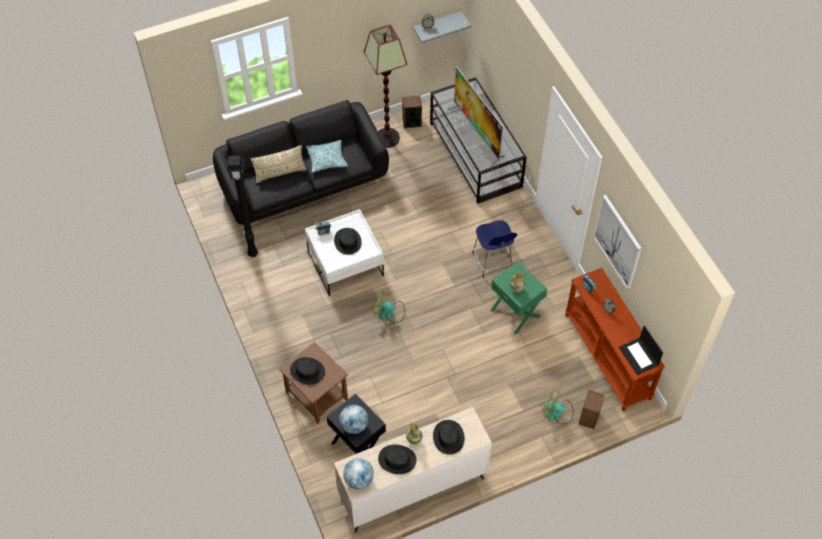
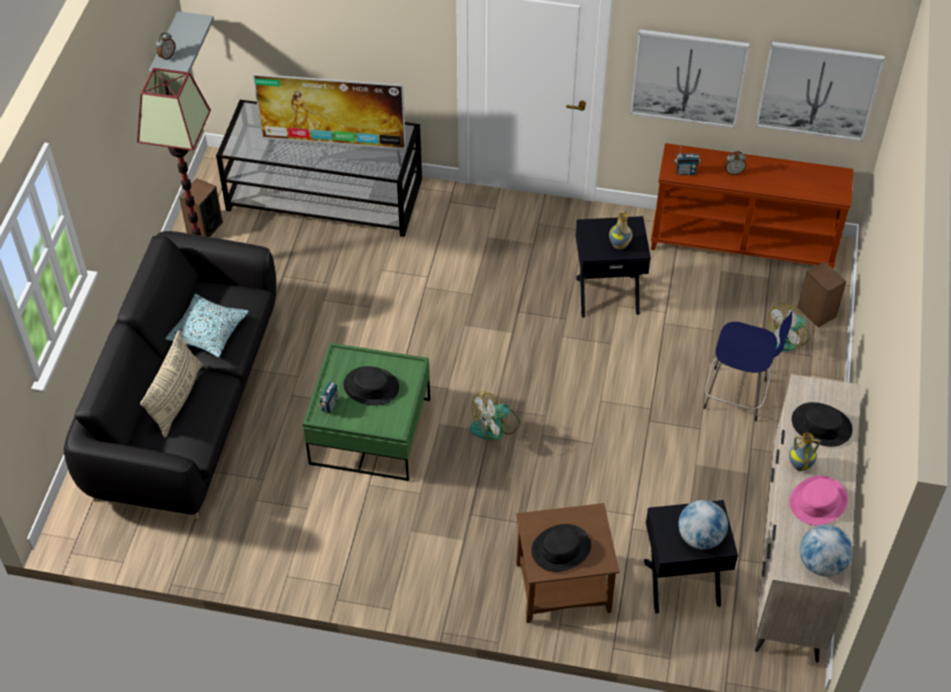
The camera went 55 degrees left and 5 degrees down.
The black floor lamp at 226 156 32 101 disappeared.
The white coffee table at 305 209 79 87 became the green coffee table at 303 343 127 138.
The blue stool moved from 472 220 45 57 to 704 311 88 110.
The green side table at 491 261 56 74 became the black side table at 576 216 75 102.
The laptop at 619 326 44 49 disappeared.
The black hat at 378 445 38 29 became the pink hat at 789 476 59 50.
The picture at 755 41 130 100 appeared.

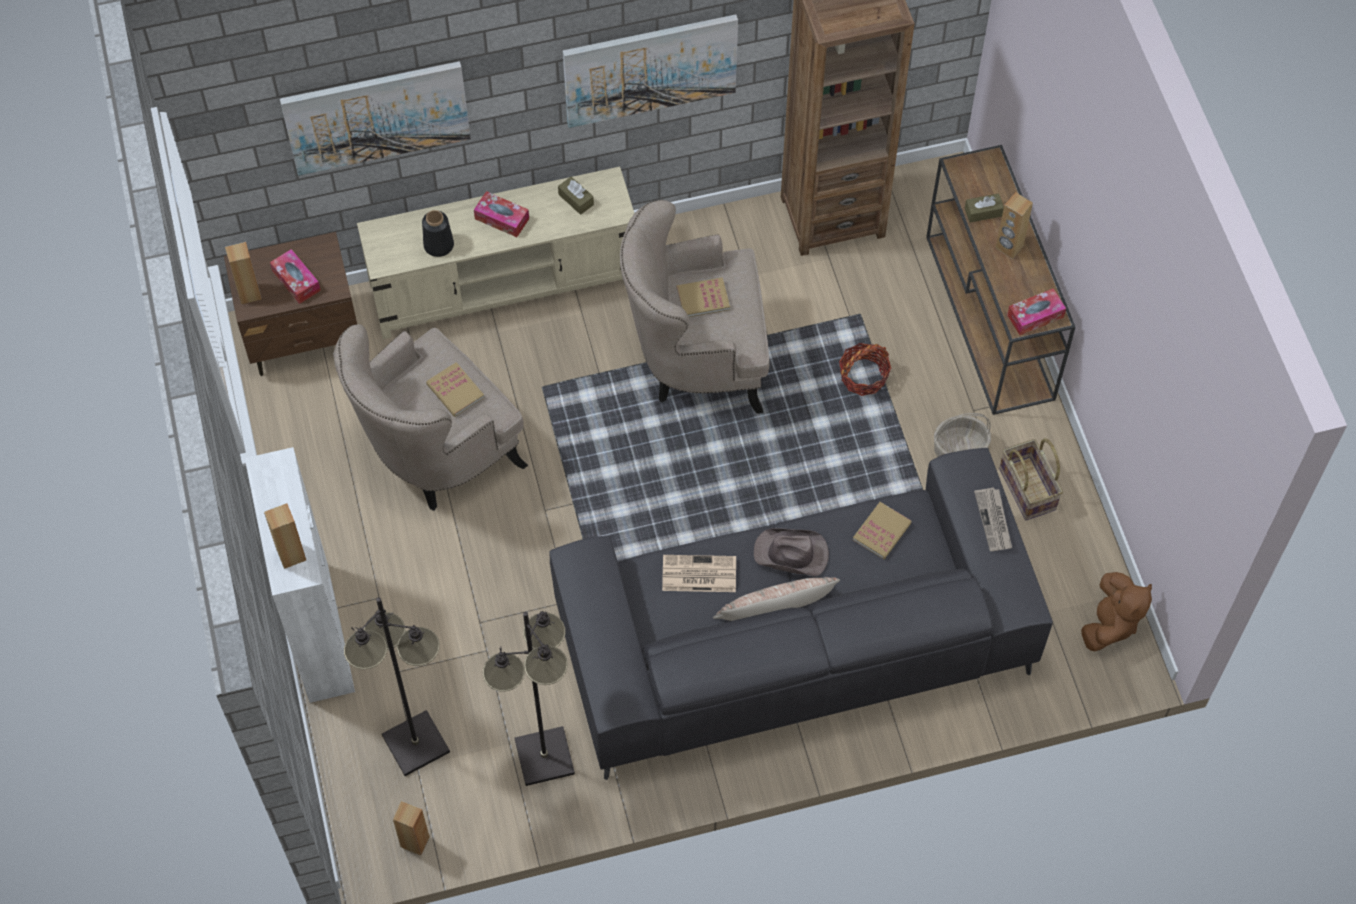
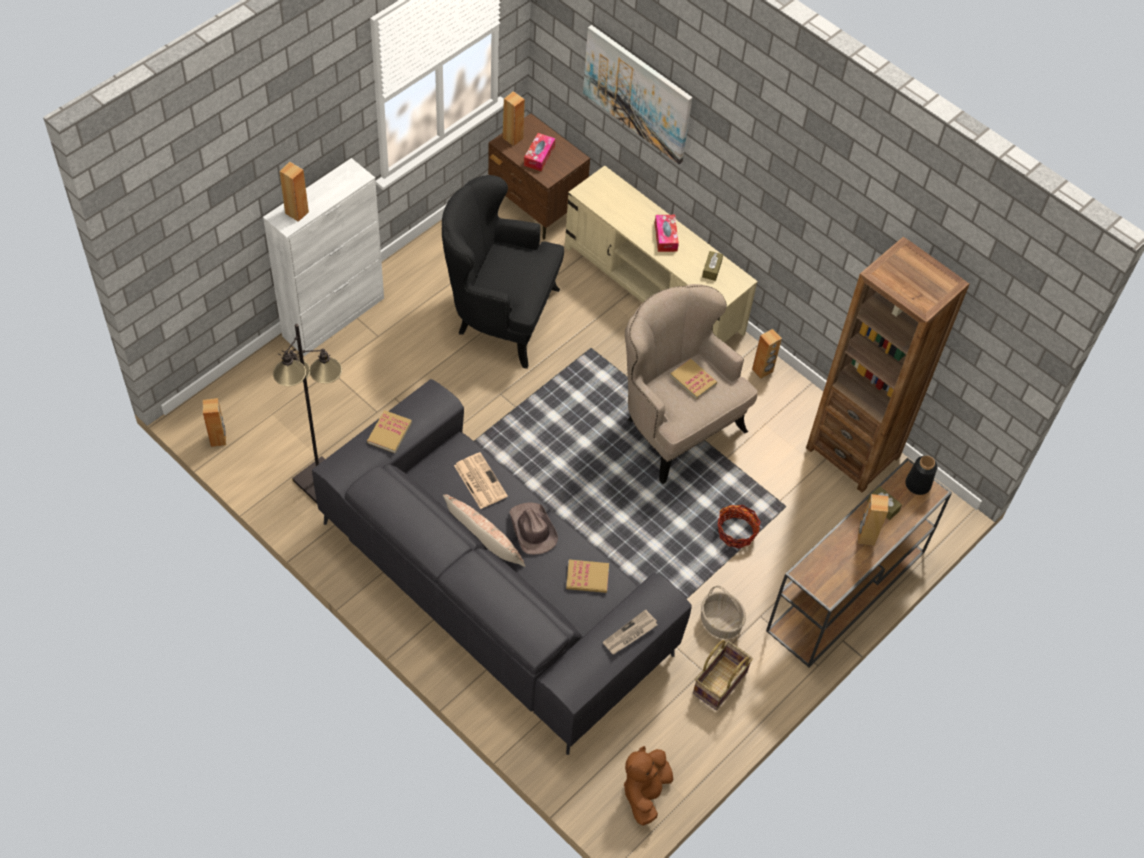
The camera went 55 degrees right and 5 degrees down.
The picture at 563 14 175 114 disappeared.
The black vase moved from 422 210 32 47 to 905 456 32 39.
The tissue box at 1007 288 59 47 disappeared.
The beige armchair at 333 324 195 187 became the black armchair at 442 175 122 194.
The book moved from 426 362 58 55 to 367 411 45 42.
The brown plush toy at 1081 572 71 79 turned 120 degrees clockwise.
The black floor lamp at 344 597 106 179 disappeared.
The brown speaker at 752 329 30 50 appeared.

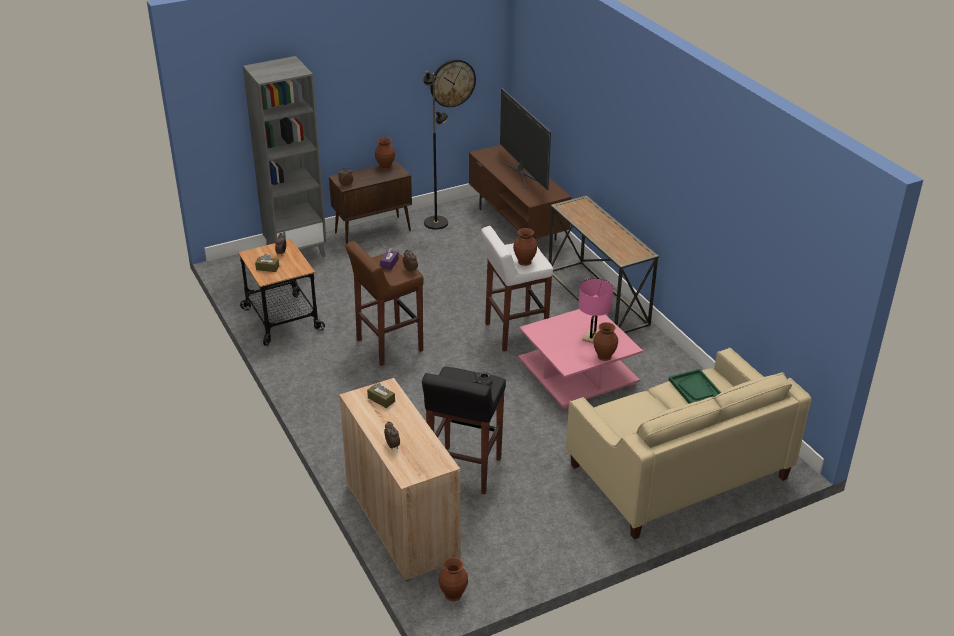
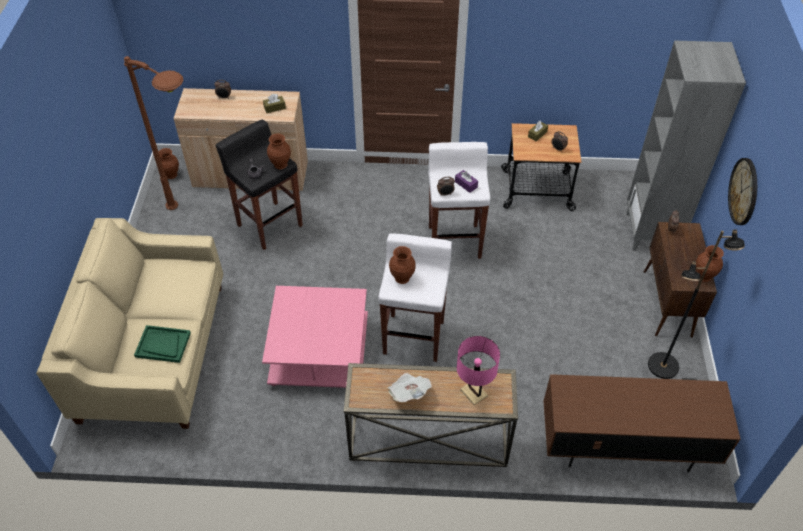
The camera went 120 degrees right and 15 degrees up.
The wall clock moved from 430 59 46 48 to 728 158 29 67.
The television at 500 88 51 102 disappeared.
The brown stool at 346 241 78 125 became the white stool at 428 142 62 117.
The pink table lamp moved from 578 278 36 65 to 457 336 43 69.
The brown vase moved from 593 322 25 39 to 267 134 24 35.
The brown floor lamp at 124 56 59 154 appeared.
The newspaper at 388 373 44 29 appeared.

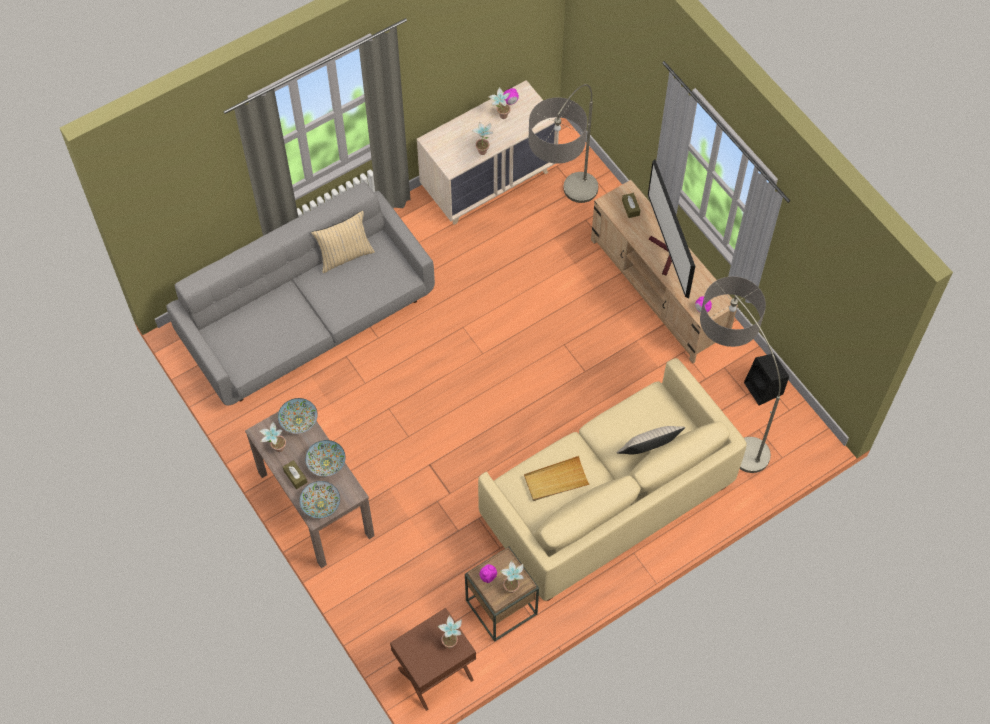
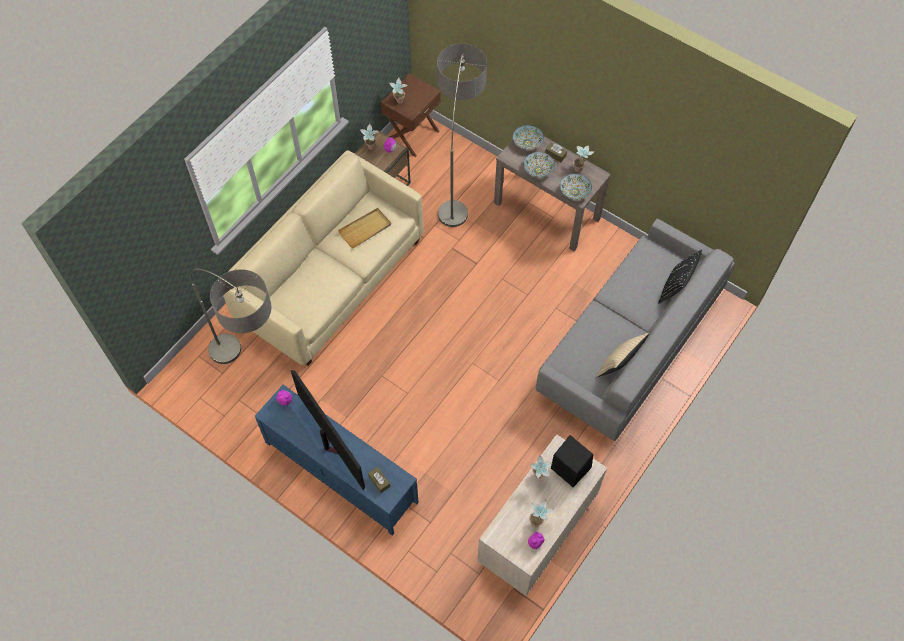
The camera went 160 degrees right and 0 degrees up.
The floor lamp moved from 529 84 69 119 to 437 44 50 183.
The beige tv stand at 591 180 147 184 became the blue tv stand at 255 385 164 151.
The black speaker moved from 744 354 45 51 to 551 435 42 52.
The beige pillow at 617 426 68 29 disappeared.
The black pillow at 658 250 44 54 appeared.

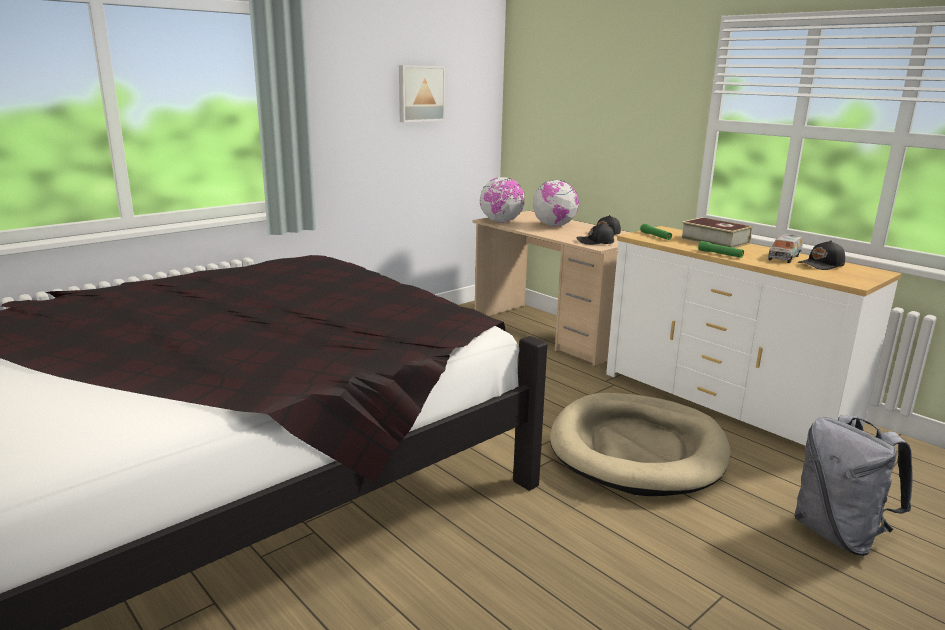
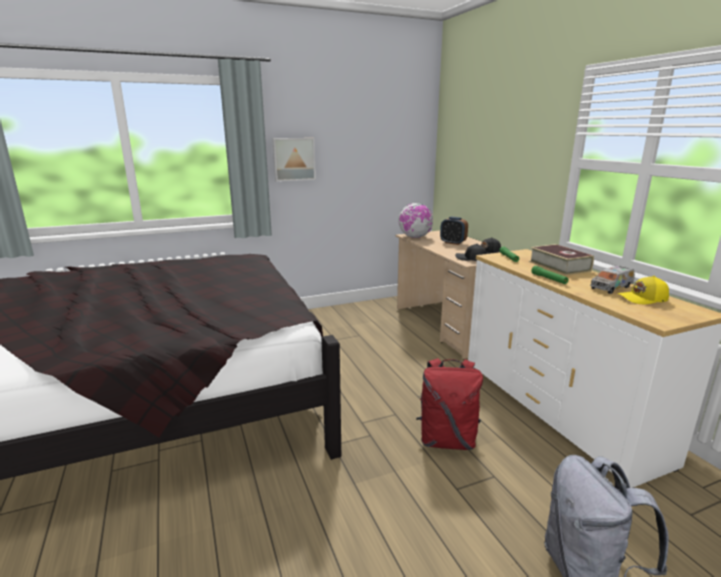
The camera went 20 degrees right and 0 degrees up.
The picture moved from 399 65 46 57 to 272 138 44 44.
The globe at 533 180 46 47 was replaced by the alarm clock at 440 217 28 28.
The black cap at 797 240 48 30 became the yellow cap at 617 276 52 28.
The beige dog bed at 550 393 181 103 was replaced by the red backpack at 416 358 67 92.

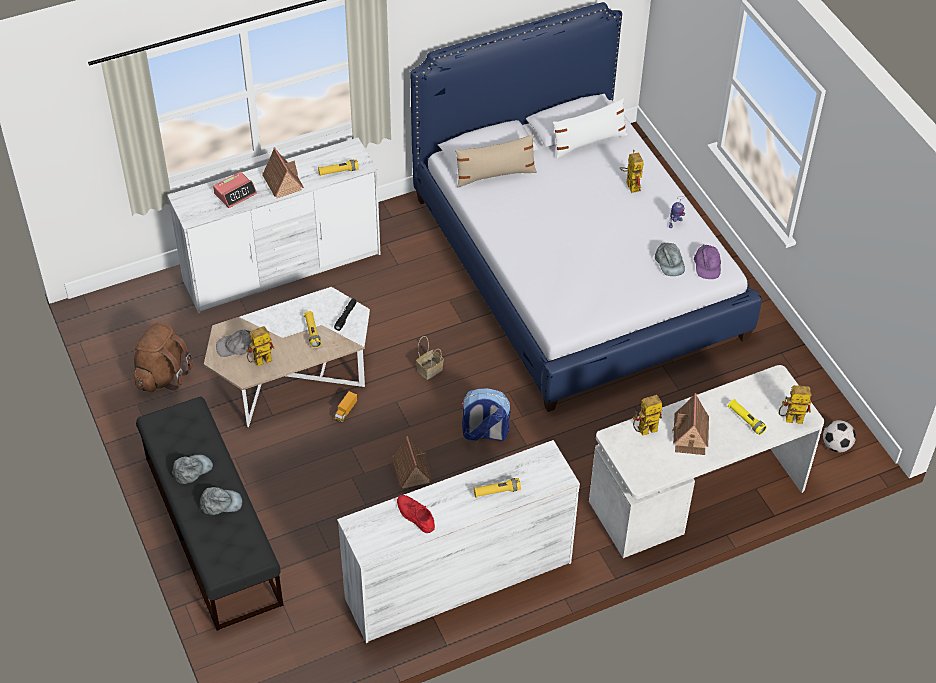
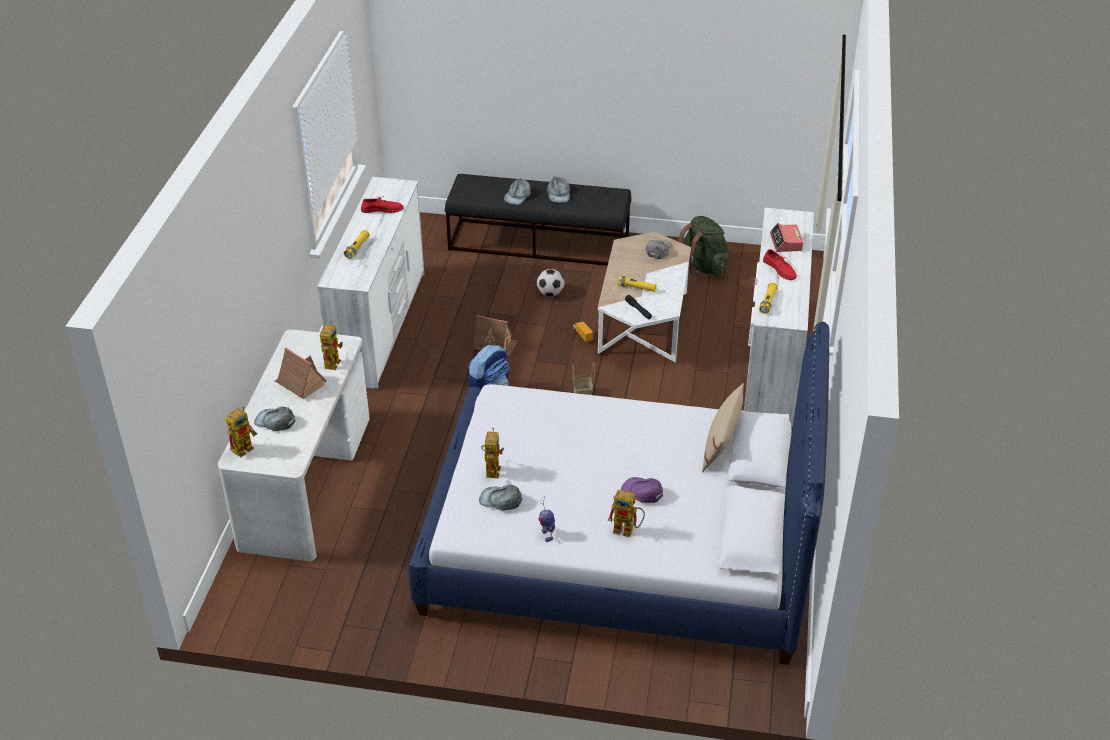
The camera went 125 degrees right and 10 degrees down.
The white pillow at 553 98 75 61 disappeared.
The toy house at 262 147 42 51 was replaced by the red shoe at 763 249 34 31.
The purple cap moved from 694 245 27 34 to 621 477 42 26.
The brown backpack at 134 322 60 70 became the green backpack at 678 216 50 60.
The toy robot moved from 246 326 28 40 to 481 428 23 50.
The yellow flashlight at 728 399 39 36 was replaced by the grey cap at 254 406 41 25.
The football moved from 823 420 33 32 to 537 269 27 28.

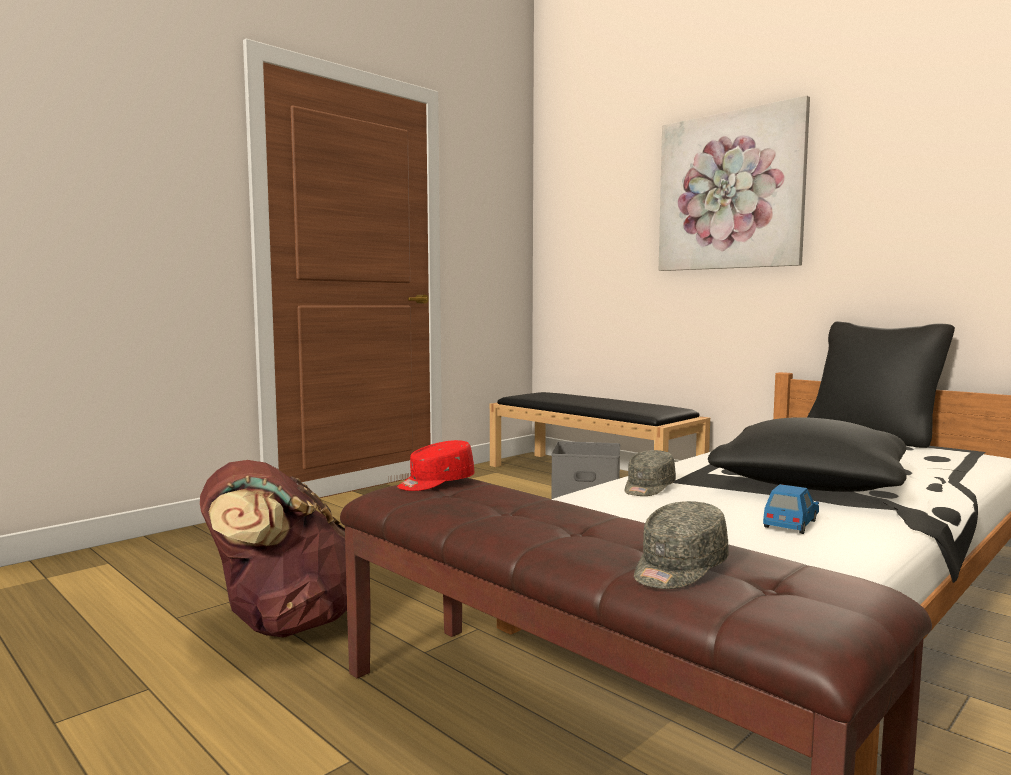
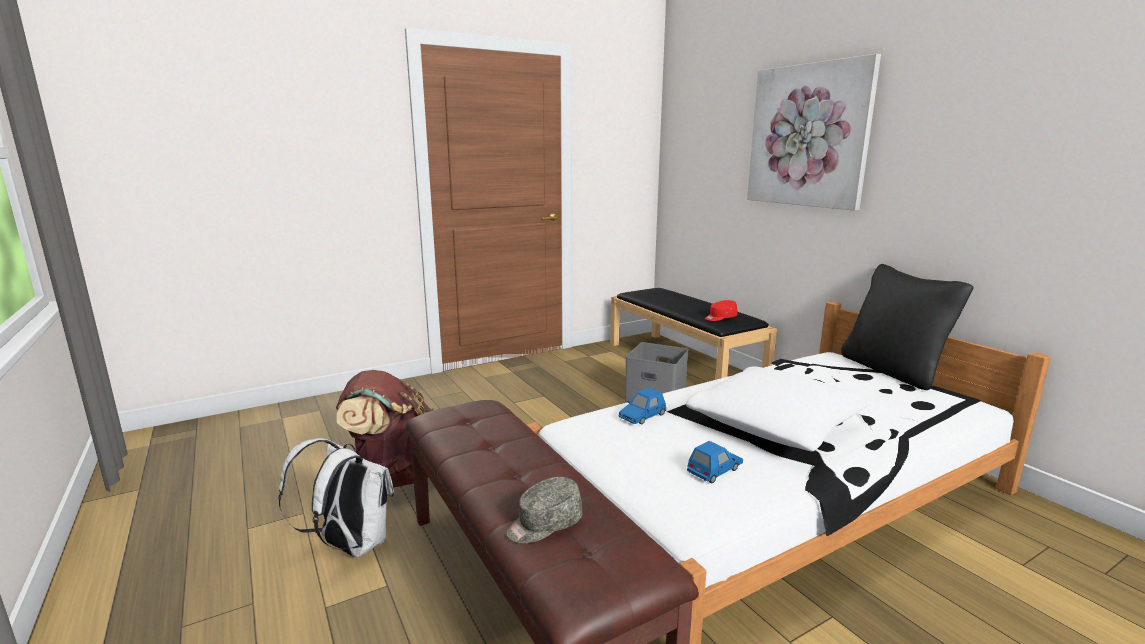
The camera went 15 degrees right and 10 degrees up.
The black pillow at 708 417 199 75 became the white pillow at 686 366 182 86.
The red cap moved from 397 440 78 51 to 705 300 32 21.
The grey cap at 625 450 51 46 was replaced by the blue toy car at 619 388 47 36.
The white backpack at 278 438 116 120 appeared.

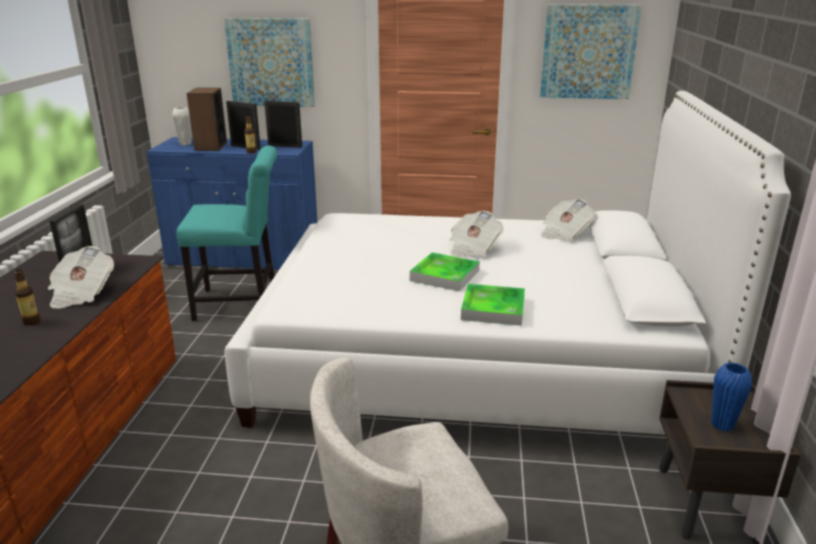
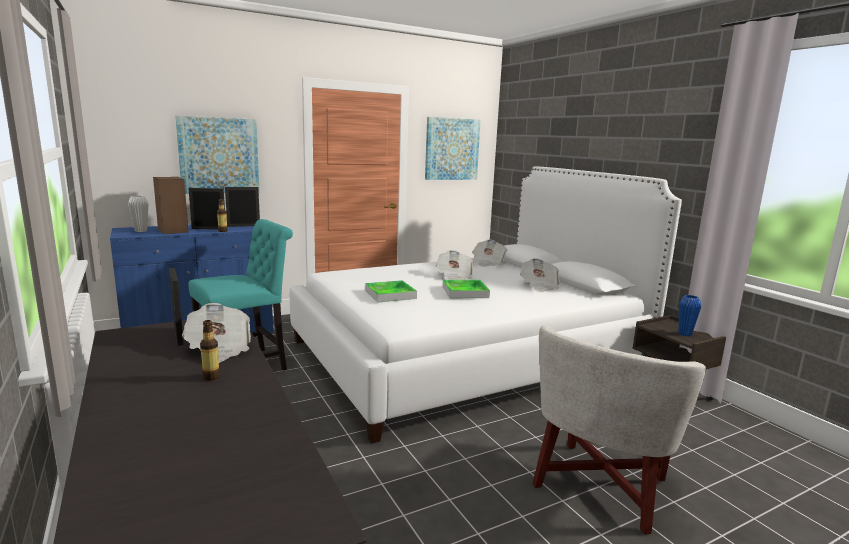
The camera went 35 degrees left and 10 degrees down.
The tray moved from 461 284 64 42 to 365 280 52 23.
The newspaper at 520 258 40 34 appeared.

